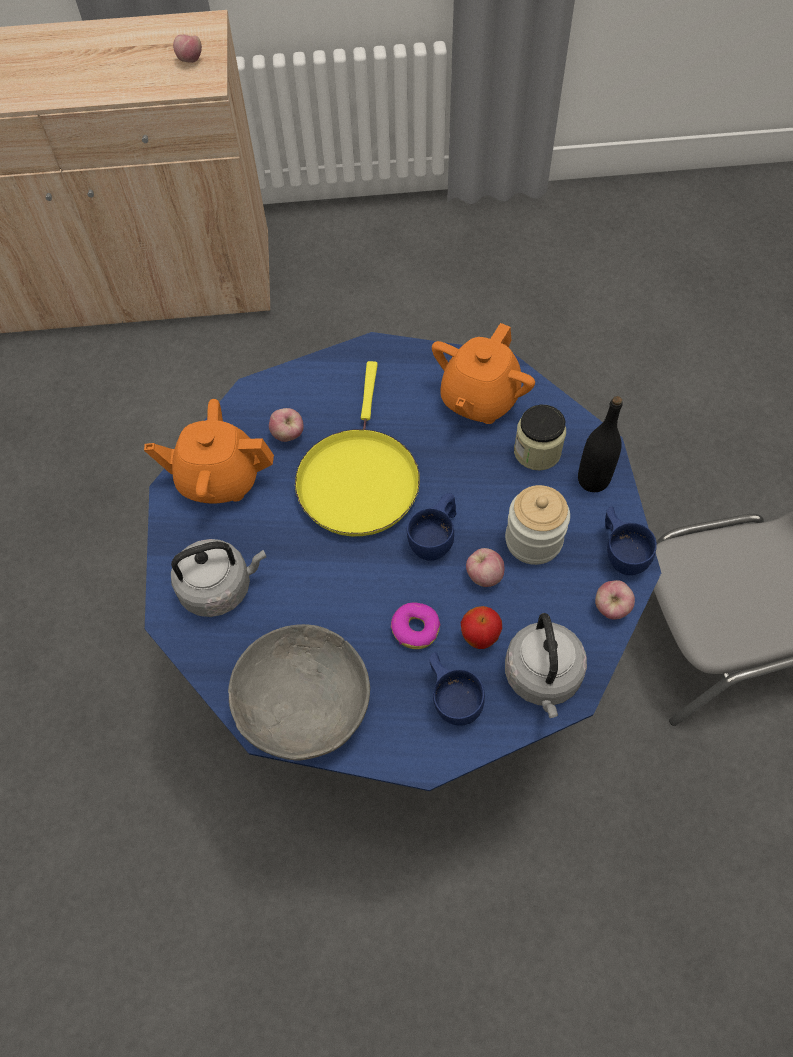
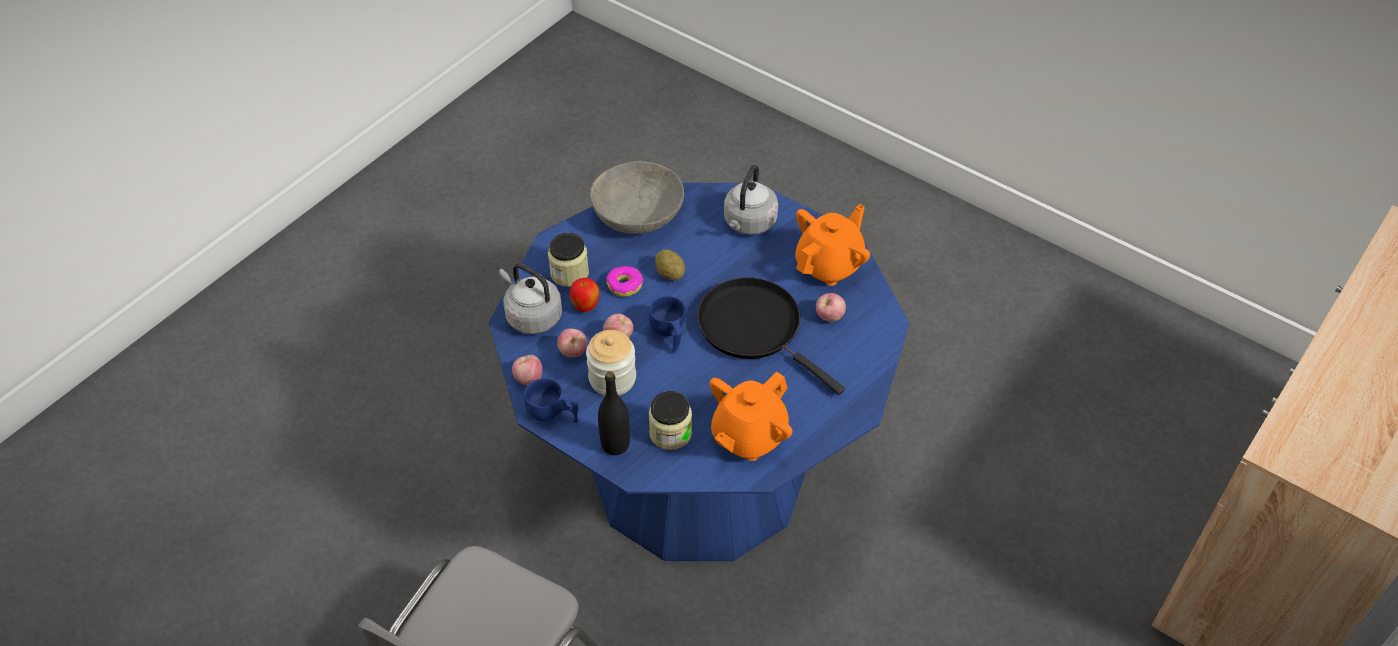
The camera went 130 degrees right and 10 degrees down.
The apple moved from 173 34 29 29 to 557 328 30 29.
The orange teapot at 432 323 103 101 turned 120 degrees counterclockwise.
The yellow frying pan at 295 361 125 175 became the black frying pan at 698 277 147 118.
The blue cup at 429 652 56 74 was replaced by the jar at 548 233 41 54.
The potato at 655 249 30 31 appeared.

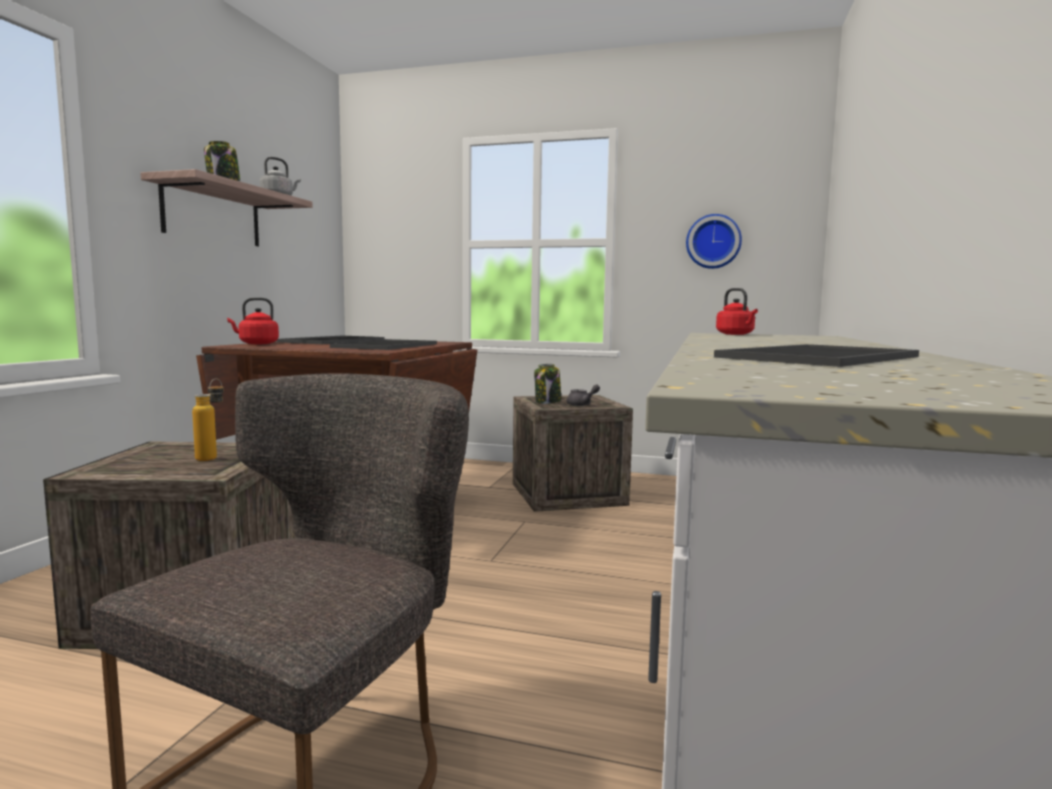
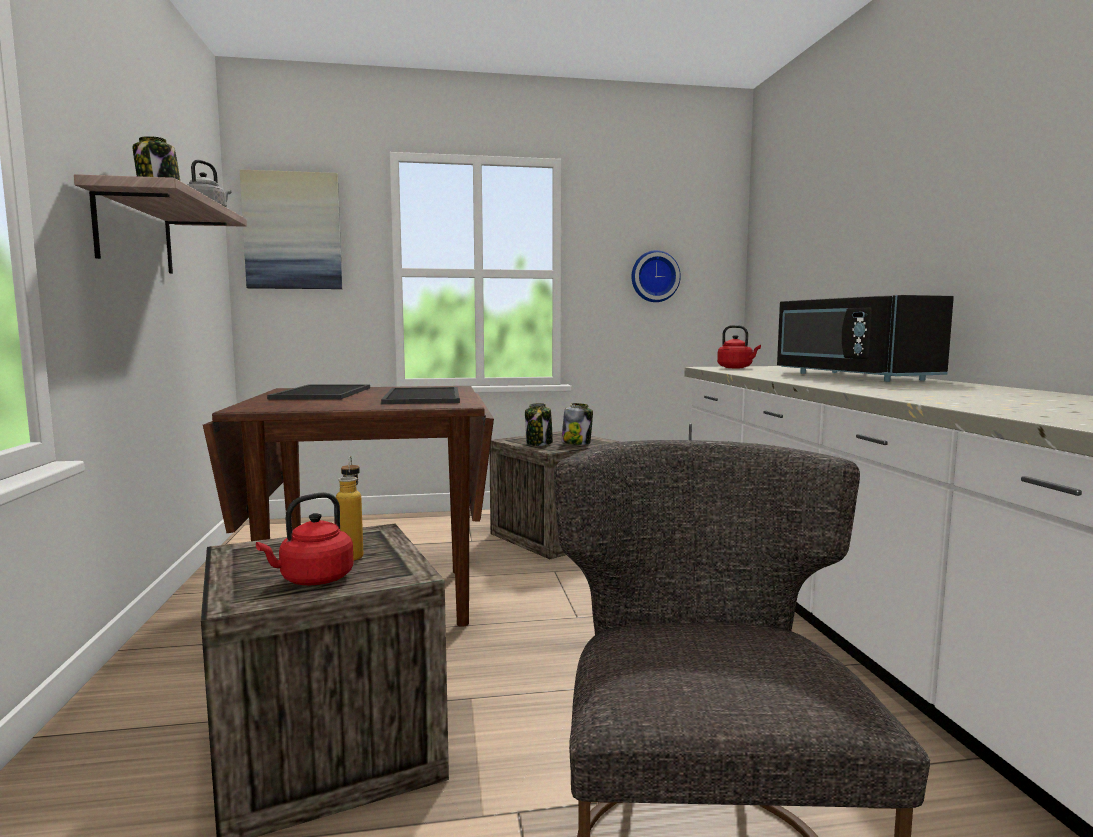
The camera went 25 degrees left and 0 degrees up.
The red kettle moved from 227 297 52 47 to 256 492 98 93.
The tray at 714 344 205 23 disappeared.
The grey teapot at 566 385 34 21 was replaced by the jar at 561 403 32 42.
The picture at 239 169 103 120 appeared.
The black microwave at 777 295 177 87 appeared.

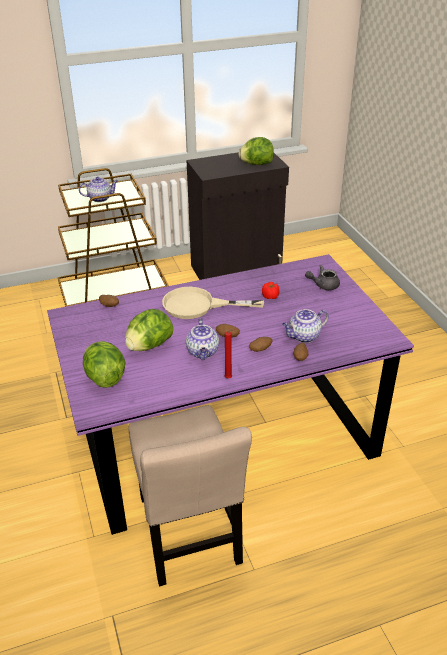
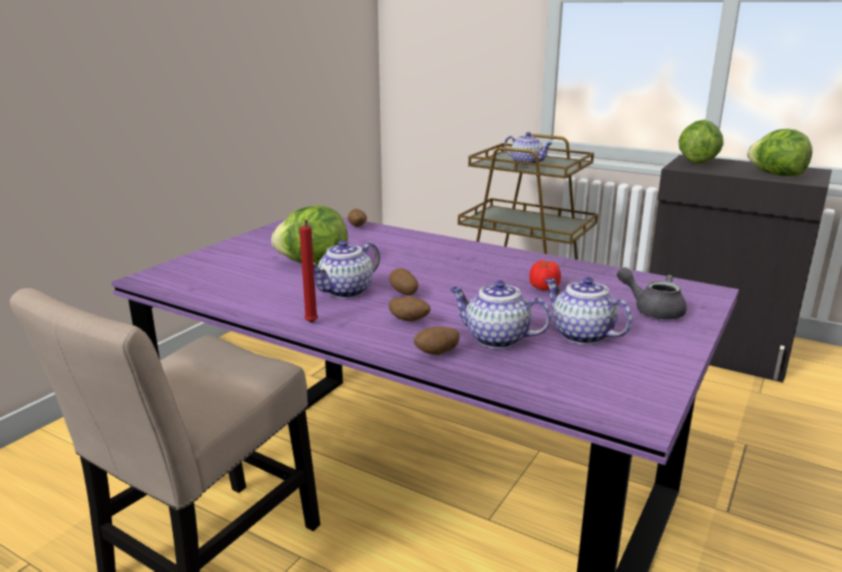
The camera went 50 degrees right and 15 degrees down.
The beige frying pan at 162 287 102 32 disappeared.
The lettuce moved from 83 341 43 47 to 678 120 46 44.
The teapot at 545 277 87 67 appeared.

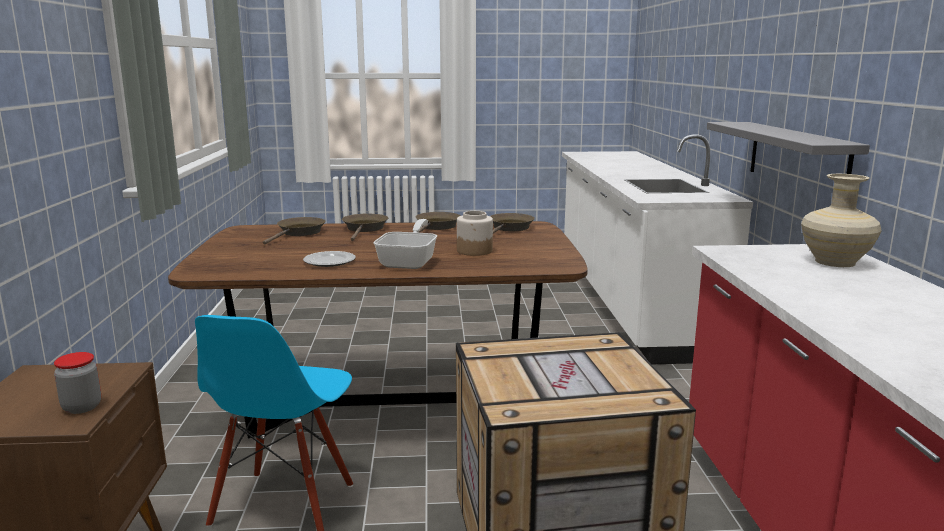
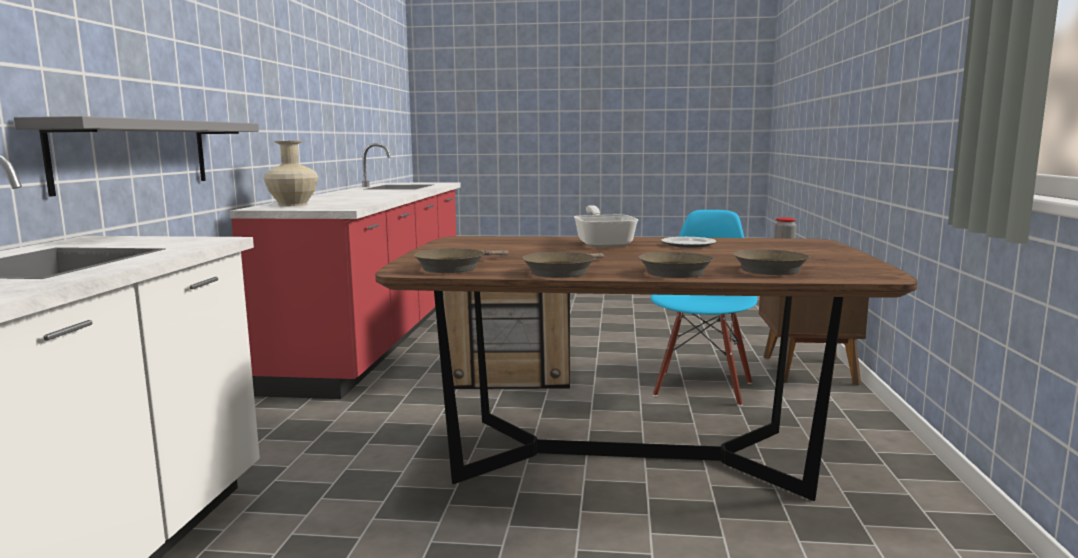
The camera went 170 degrees left and 5 degrees down.
The jar at 457 211 36 45 disappeared.
The frying pan at 373 219 64 50 turned 150 degrees clockwise.

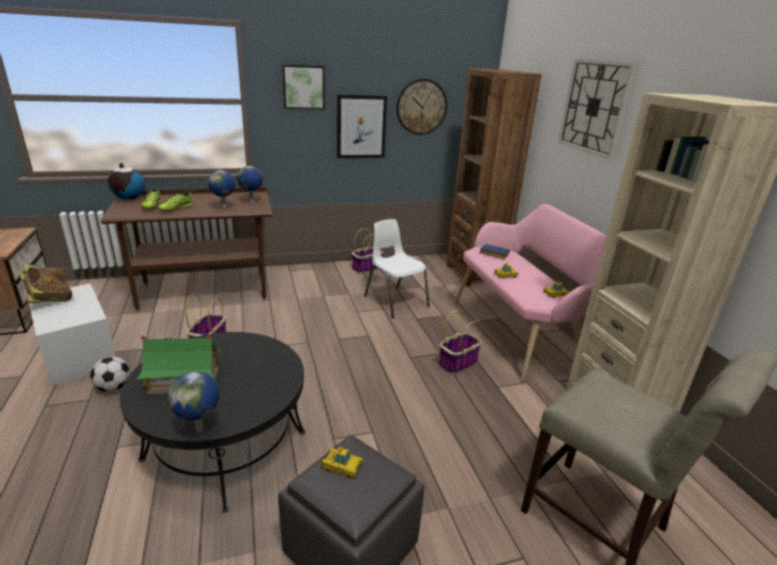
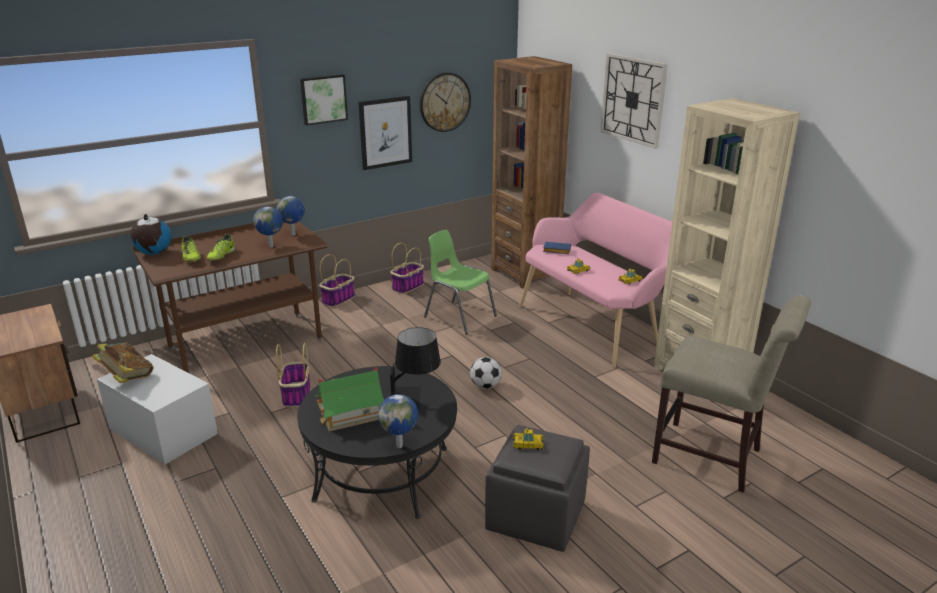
The camera went 15 degrees left and 0 degrees up.
The white chair at 364 219 66 100 became the green chair at 424 230 73 105.
The basket moved from 439 310 43 64 to 319 254 36 53.
The football moved from 90 356 40 36 to 470 357 32 32.
The black table lamp at 390 327 51 82 appeared.

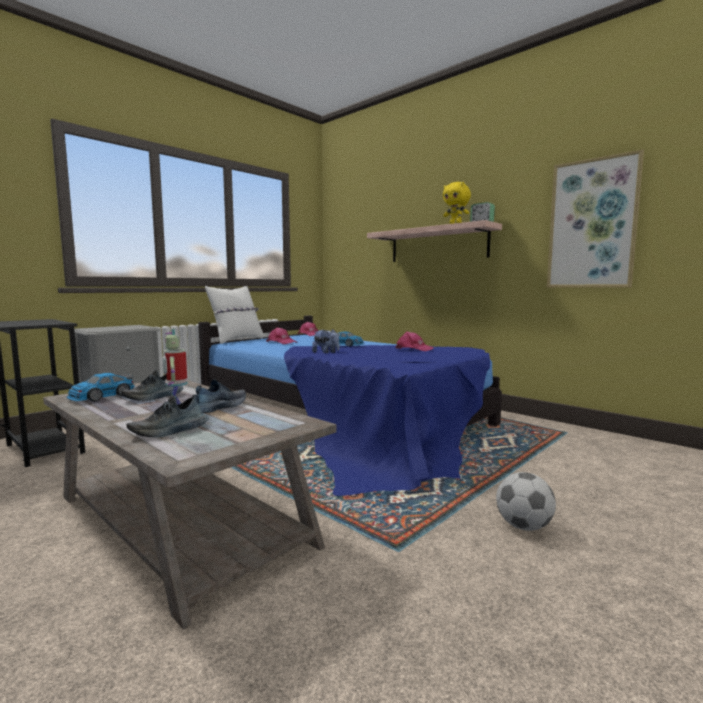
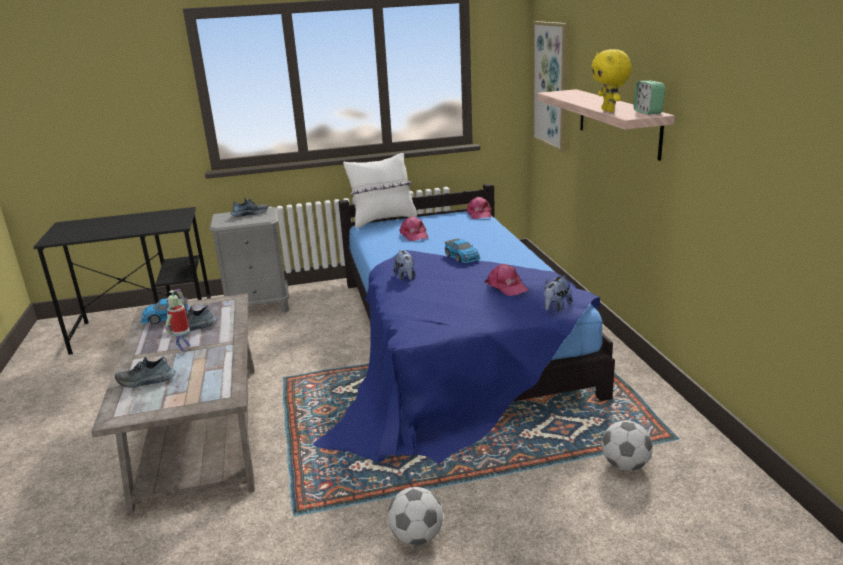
The camera went 35 degrees right and 15 degrees up.
The picture moved from 547 149 97 139 to 533 21 35 131.
The shoe moved from 195 380 51 33 to 230 198 38 19.
The plush toy at 544 276 28 35 appeared.
The football at 601 420 52 51 appeared.

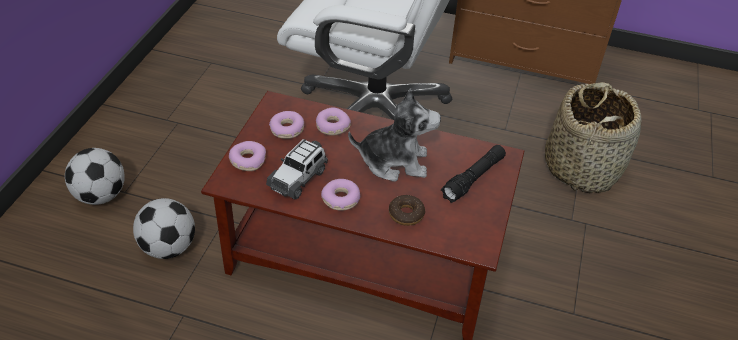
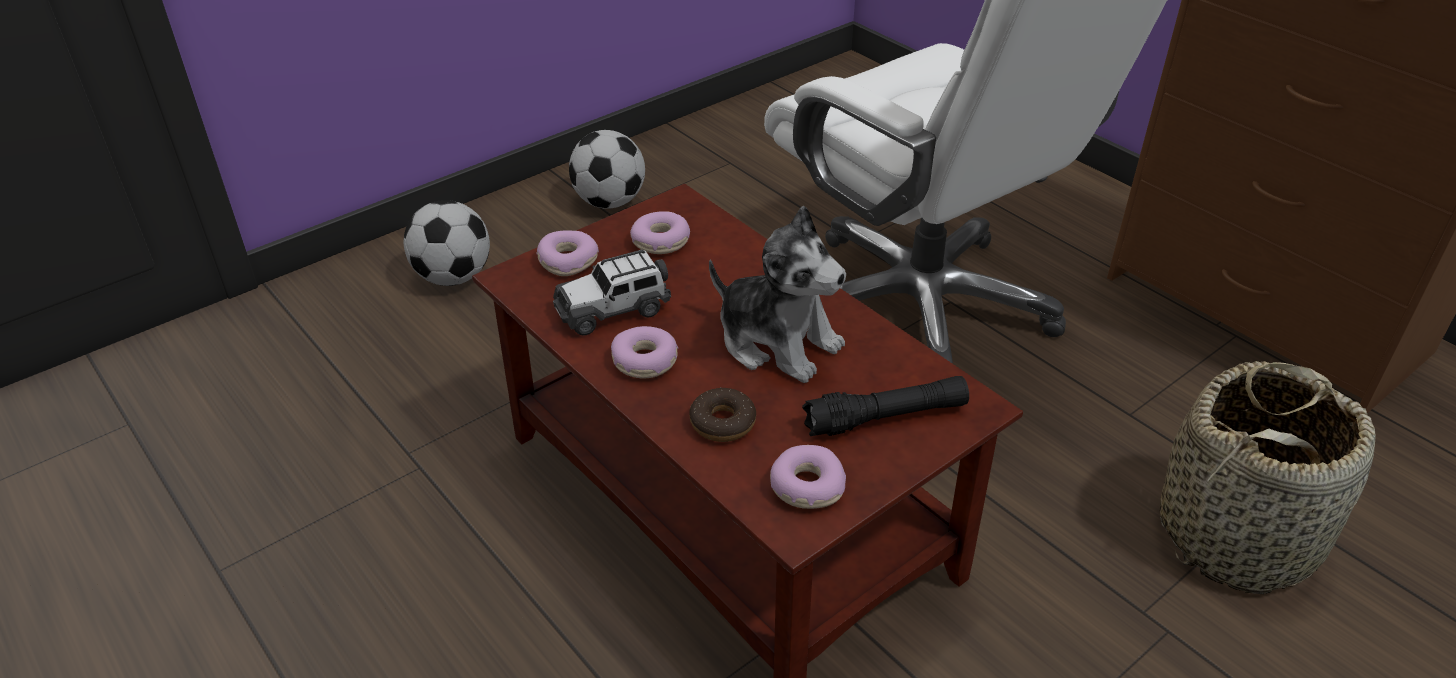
The camera went 35 degrees right and 5 degrees down.
The donut moved from 316 108 35 28 to 770 445 76 64.
The football moved from 133 198 62 61 to 569 130 76 79.

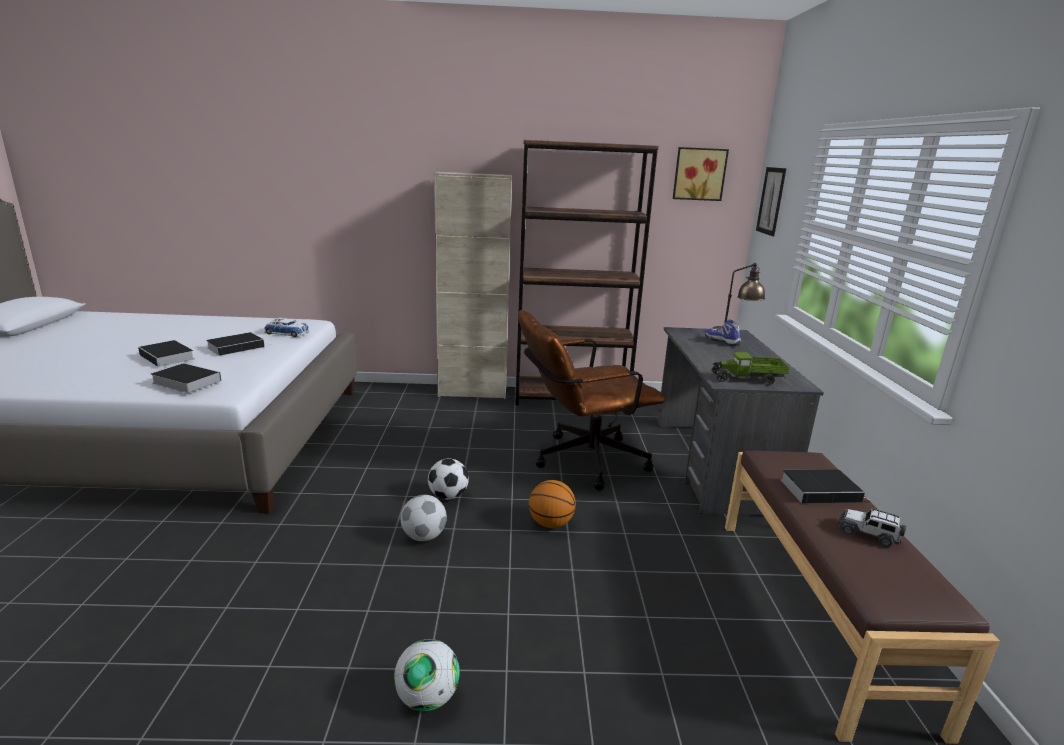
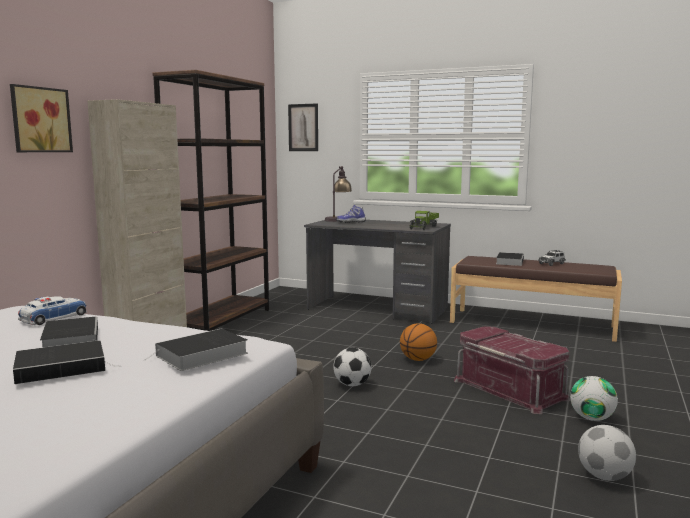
The camera went 65 degrees left and 10 degrees down.
The picture moved from 673 147 56 54 to 10 84 63 68.
The brown office chair at 518 310 147 181 disappeared.
The football moved from 401 495 46 46 to 578 425 58 56.
The red storage box at 454 326 117 88 appeared.

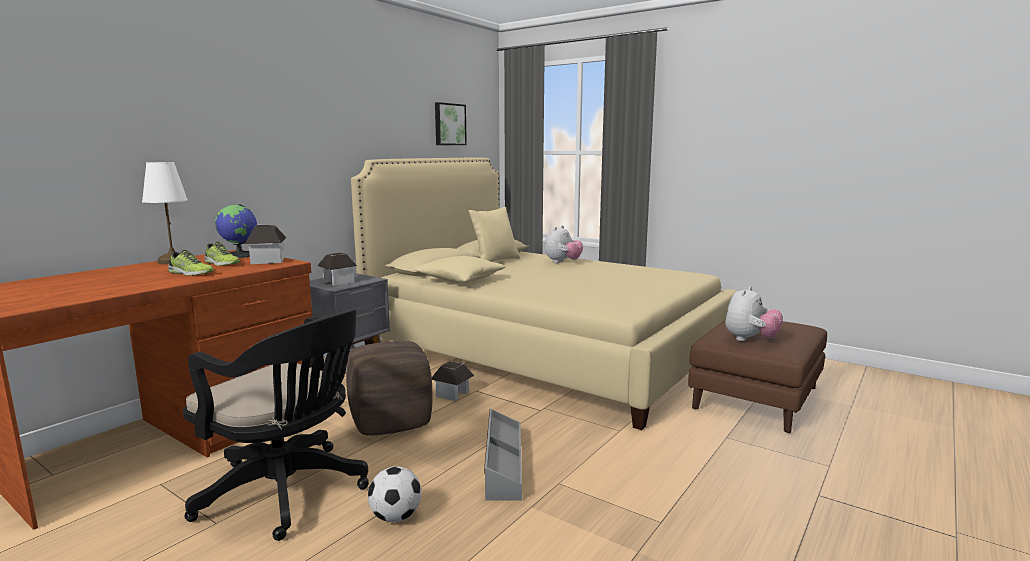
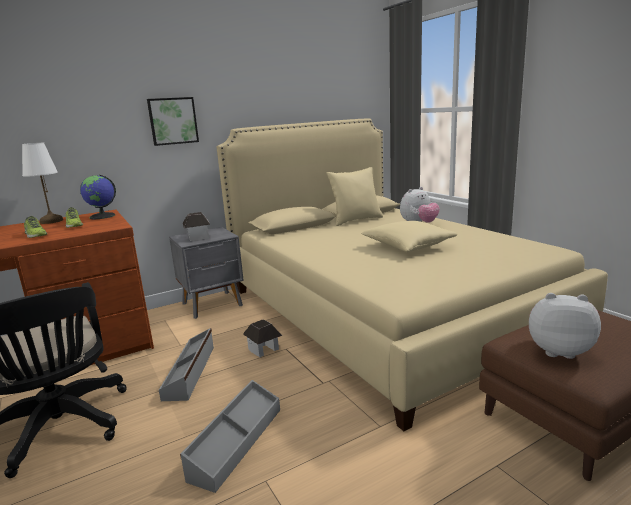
The camera went 25 degrees right and 5 degrees up.
The picture moved from 435 102 32 43 to 147 97 52 49.
The toy house at 245 225 42 39 disappeared.
The beige pillow moved from 413 256 92 27 to 361 221 96 31.
The plush toy at 725 286 58 55 turned 135 degrees counterclockwise.
The brown ottoman at 346 341 87 95 was replaced by the grey storage box at 159 328 55 73.
The football at 368 466 53 56 disappeared.

